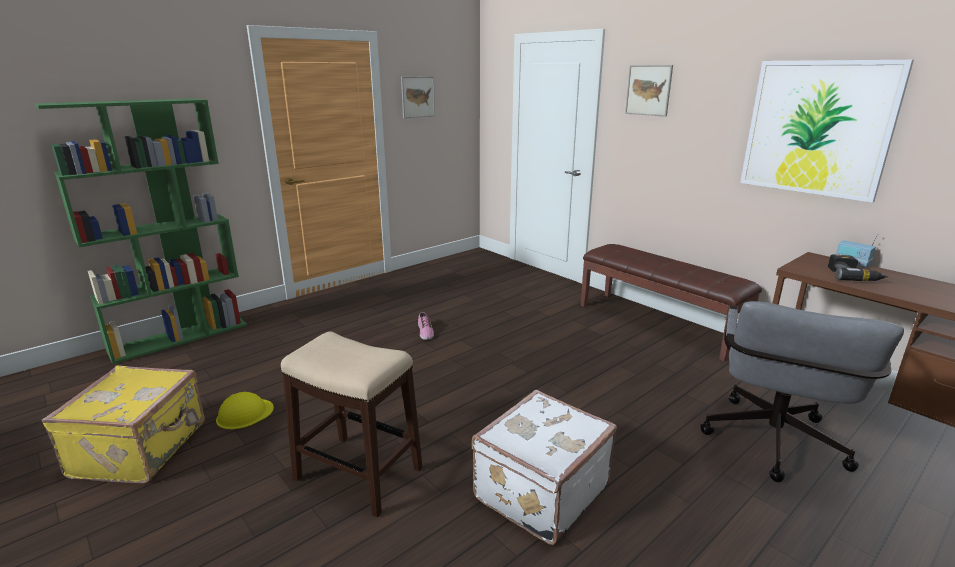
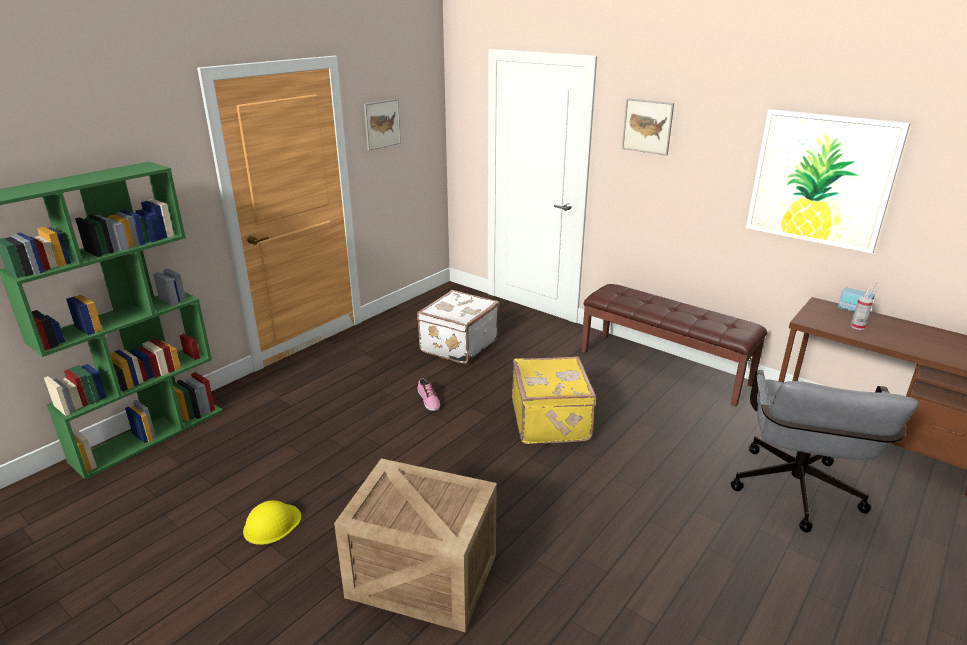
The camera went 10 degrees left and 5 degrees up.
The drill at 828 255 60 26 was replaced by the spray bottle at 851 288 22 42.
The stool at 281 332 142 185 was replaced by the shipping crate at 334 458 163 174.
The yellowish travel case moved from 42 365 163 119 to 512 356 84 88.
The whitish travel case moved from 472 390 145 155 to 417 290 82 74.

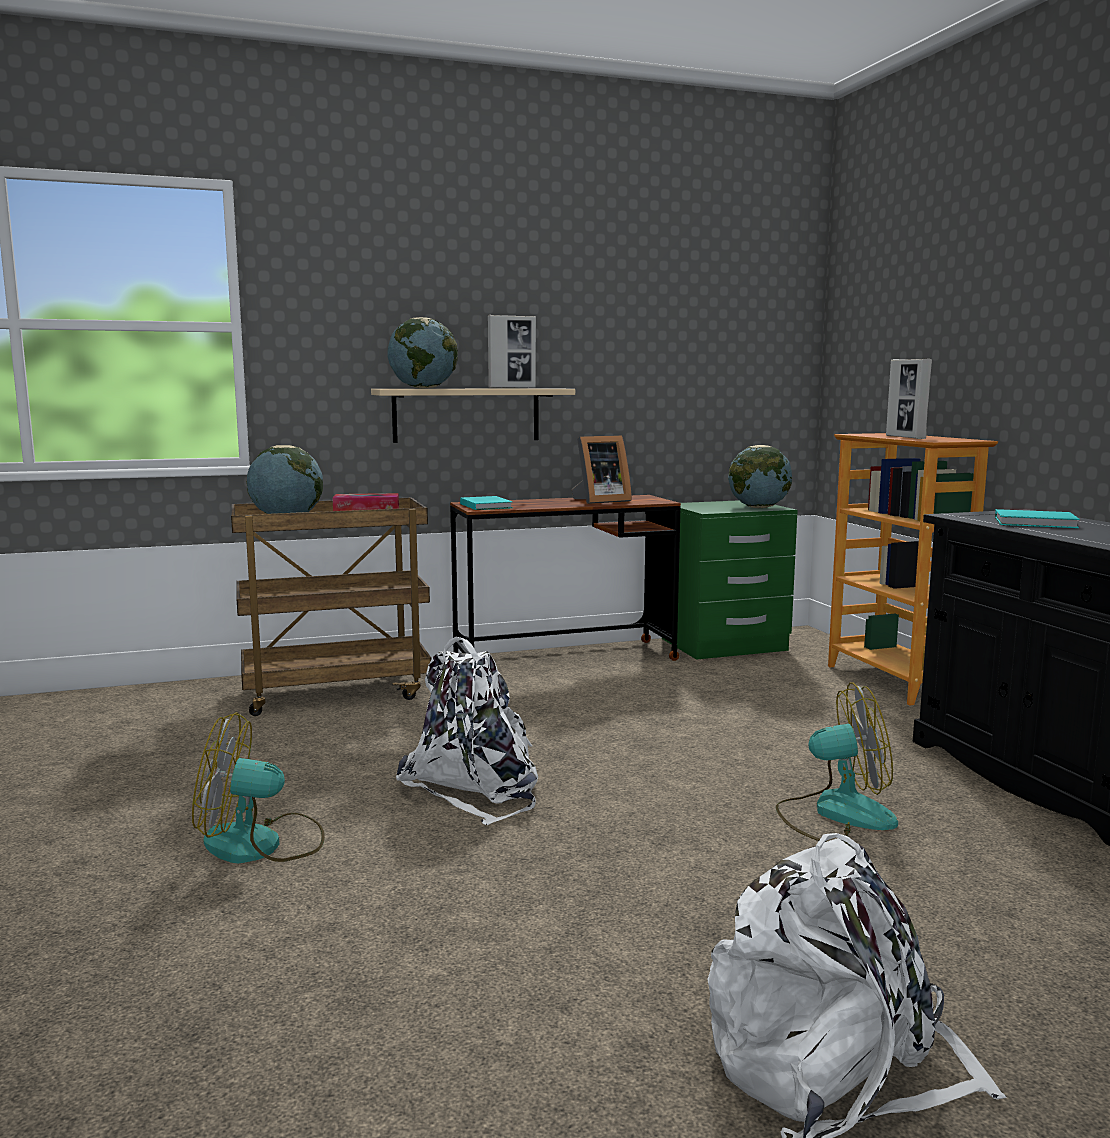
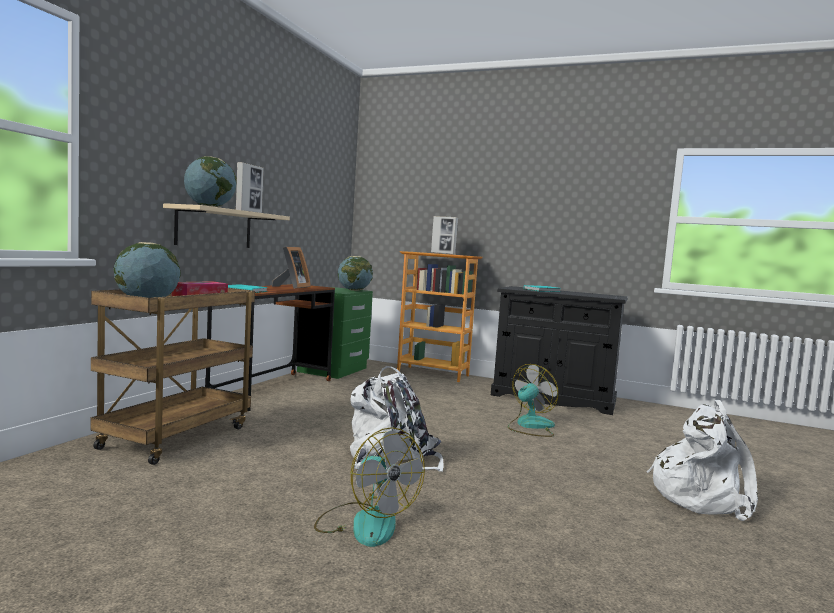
The camera went 50 degrees left and 5 degrees down.
The fan at 192 712 133 151 turned 75 degrees counterclockwise.

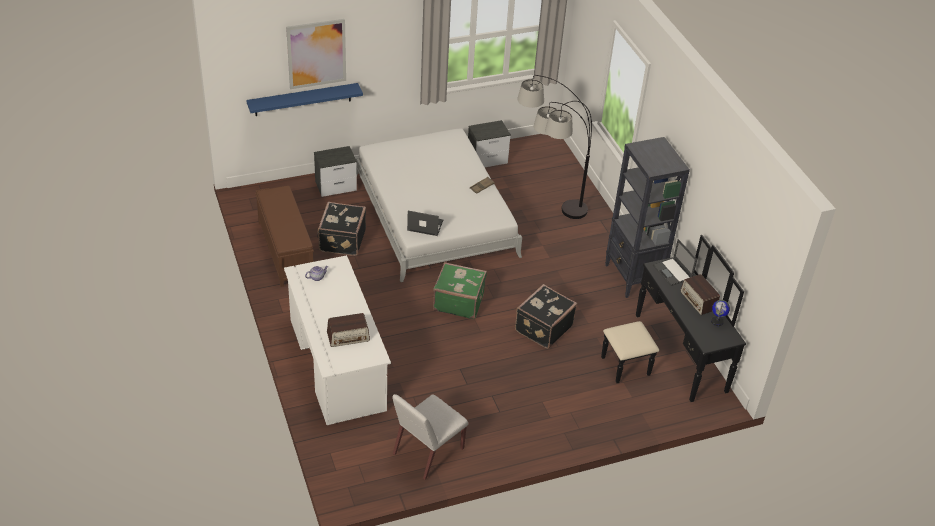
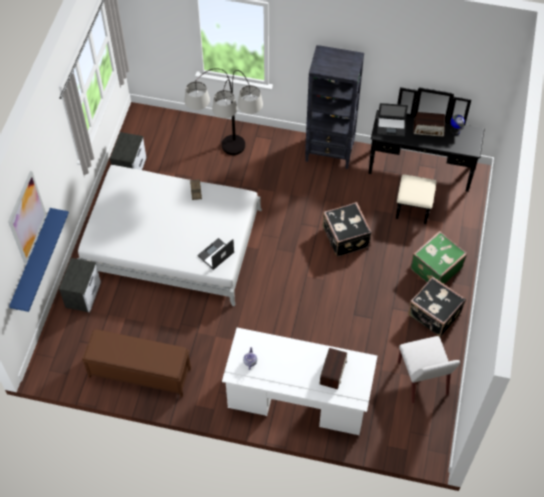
The camera went 55 degrees left and 15 degrees up.
The blackish travel case moved from 317 202 49 54 to 408 276 58 61.
The greenish travel case moved from 433 262 54 57 to 410 231 57 53.

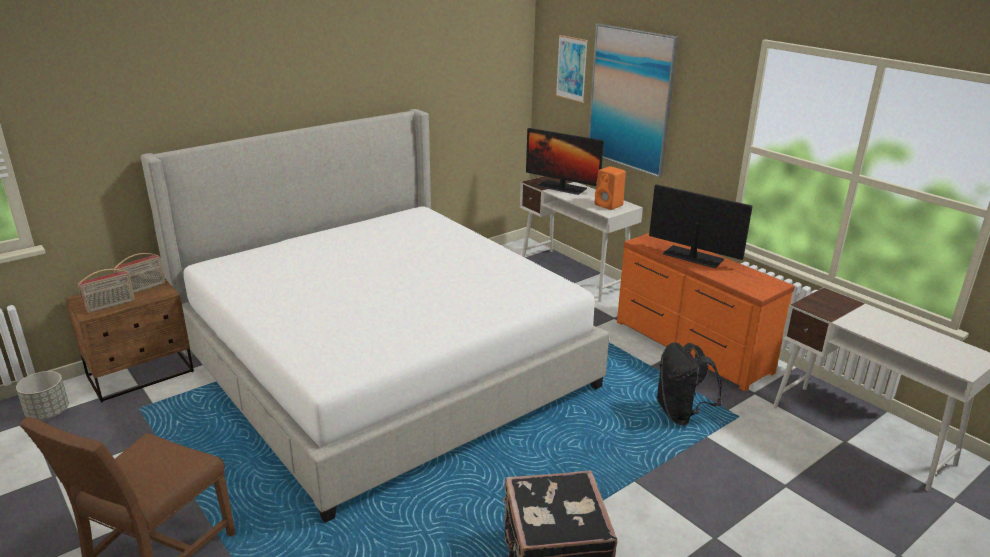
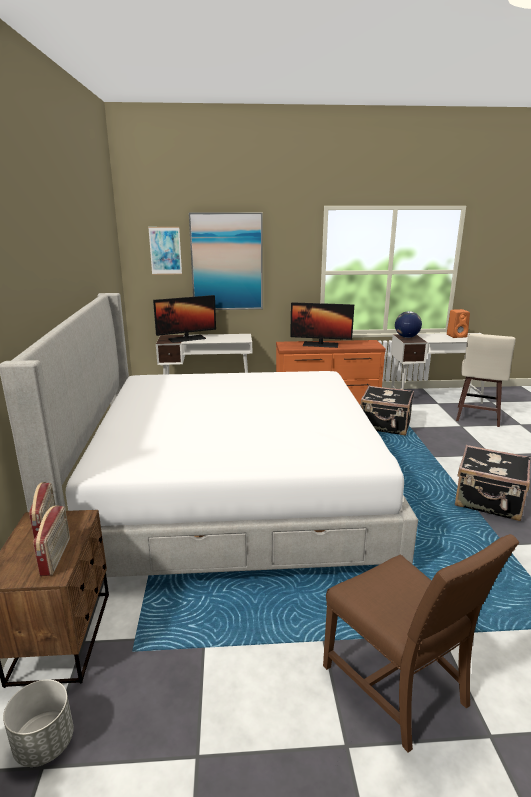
The camera went 55 degrees left and 5 degrees down.
The orangey audio speaker moved from 595 166 31 44 to 447 309 23 29.
The computer display at 649 184 104 84 turned 150 degrees counterclockwise.
The blackish backpack at 656 342 66 84 was replaced by the blackish travel case at 360 385 54 51.
The globe at 395 311 27 27 appeared.
The beige-coloured stool at 456 333 60 94 appeared.

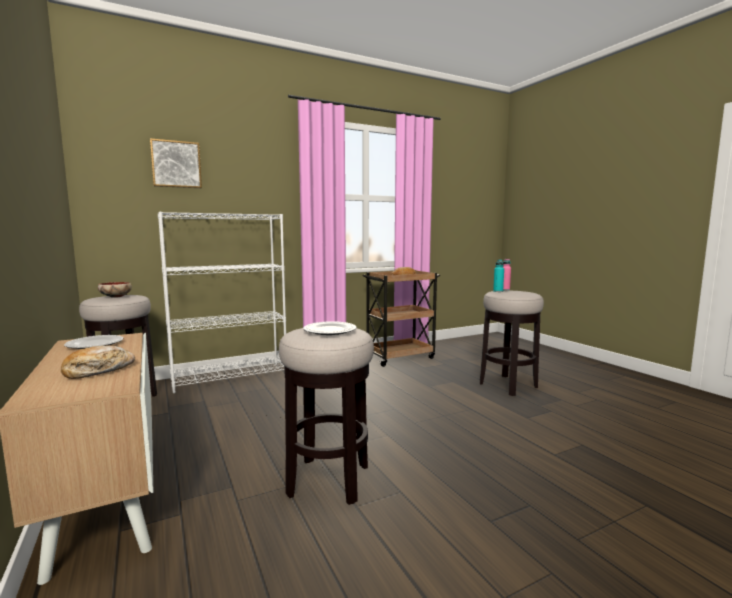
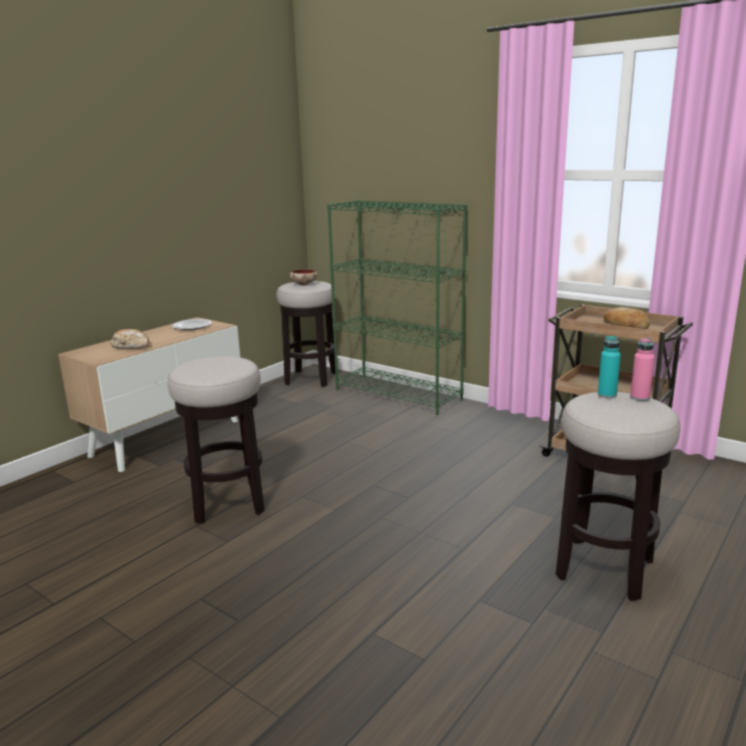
The camera went 65 degrees right and 10 degrees up.
The wall art at 150 138 52 50 disappeared.
The whitish bookshelf at 158 212 128 181 became the greenish bookshelf at 327 200 140 215.
The plate at 303 321 54 14 disappeared.

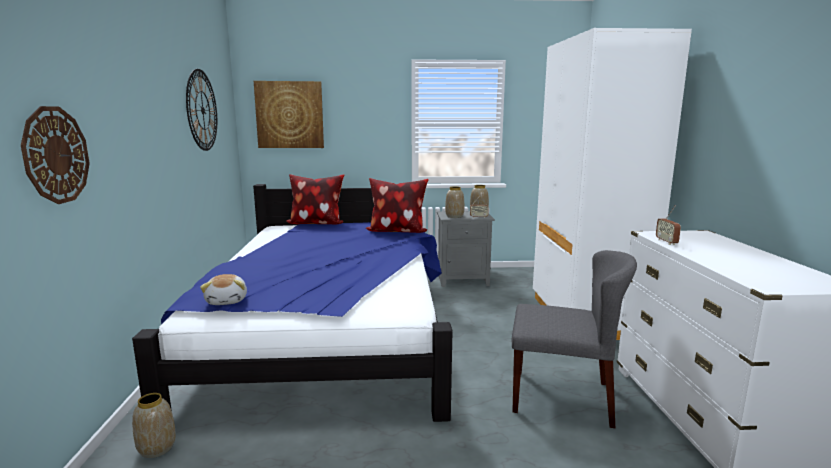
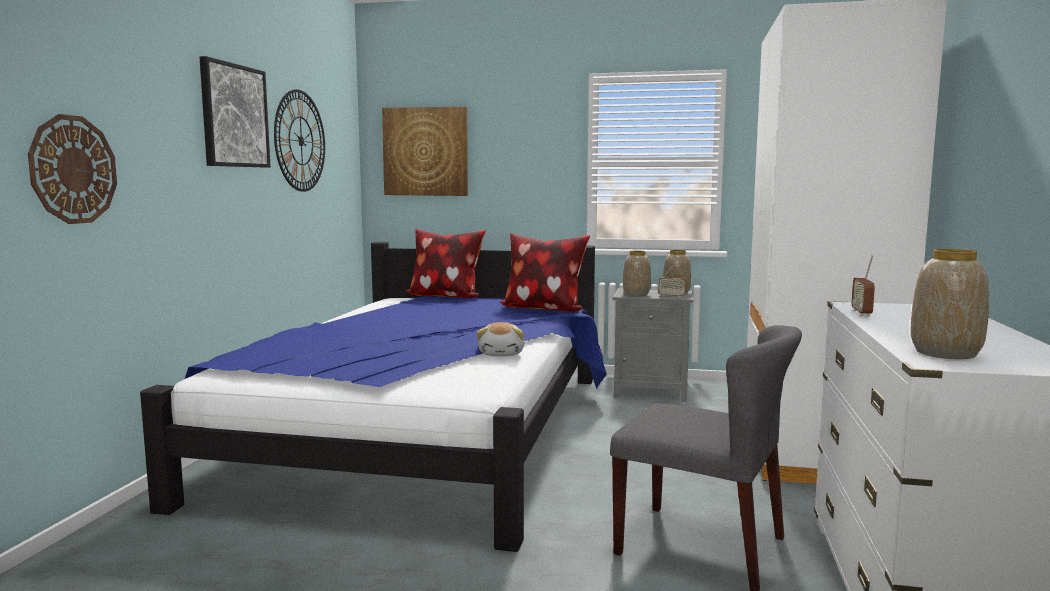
The camera went 15 degrees right and 5 degrees down.
The plush toy moved from 200 274 47 31 to 477 322 47 34.
The decorative vase moved from 132 393 44 65 to 911 249 78 110.
The wall art at 200 56 71 112 appeared.

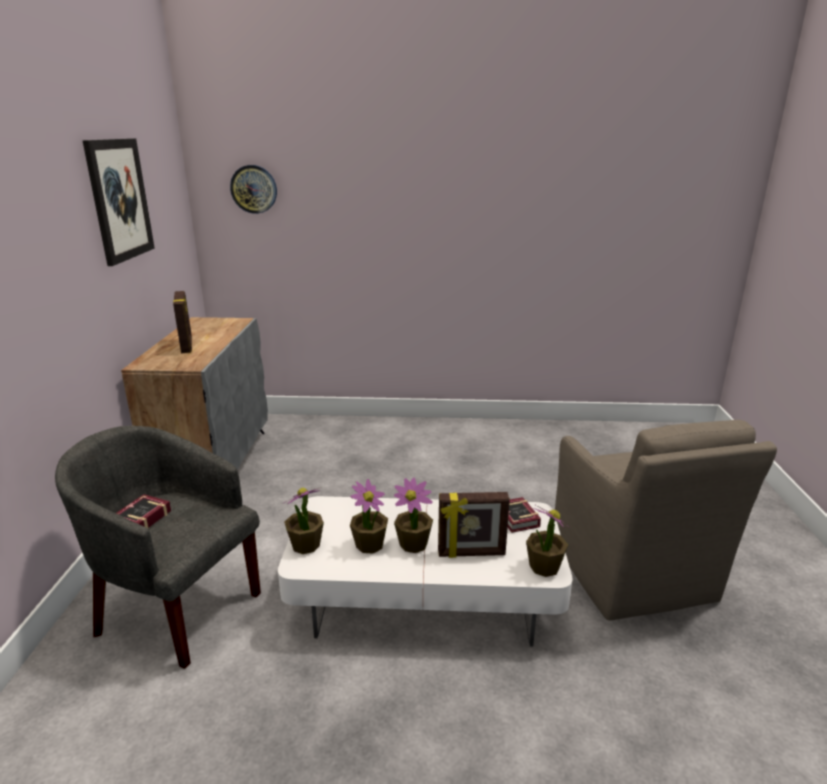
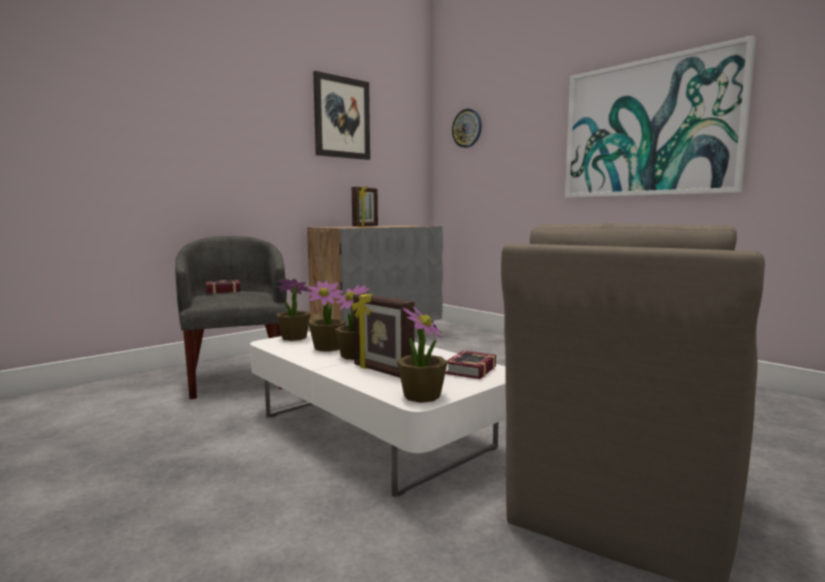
The camera went 45 degrees right and 15 degrees down.
The wall art at 565 35 191 162 appeared.

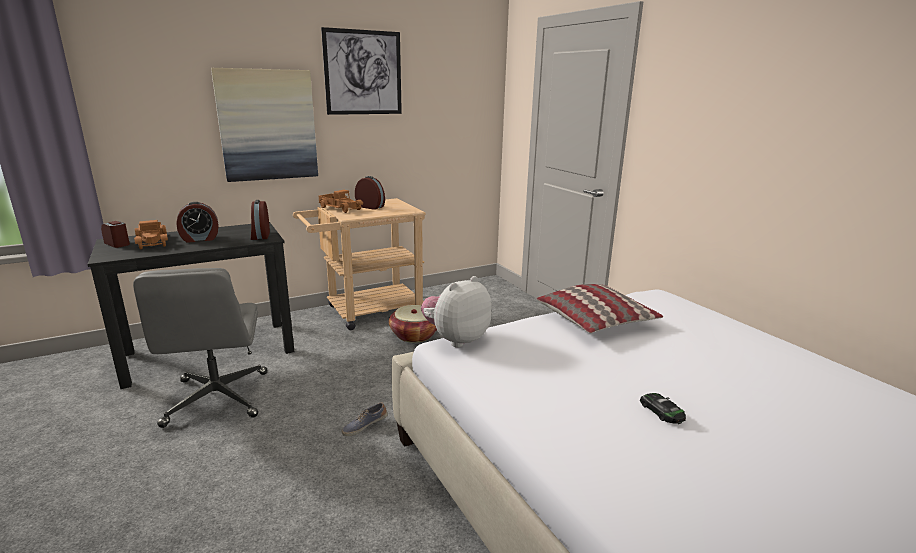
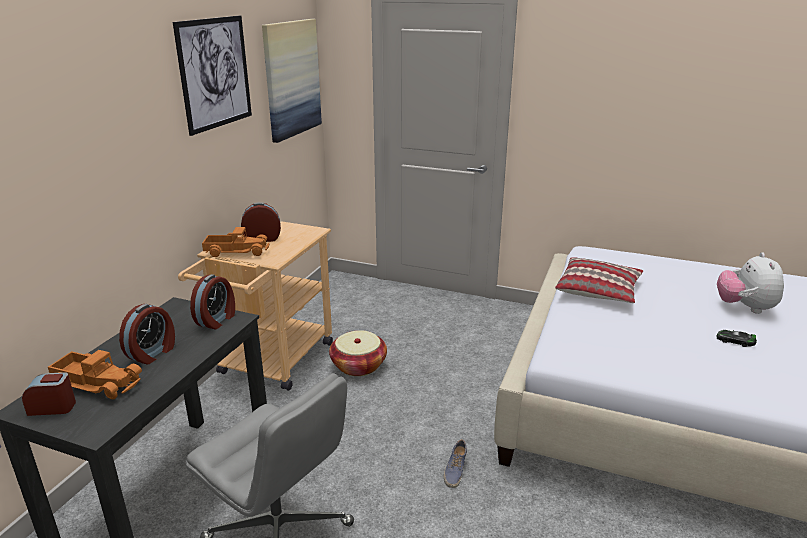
The camera went 40 degrees left and 5 degrees up.
The wall art moved from 211 68 107 114 to 262 19 60 124.
The bedside clock at 250 200 20 40 turned 105 degrees counterclockwise.
The plush toy moved from 421 276 71 72 to 717 252 67 62.

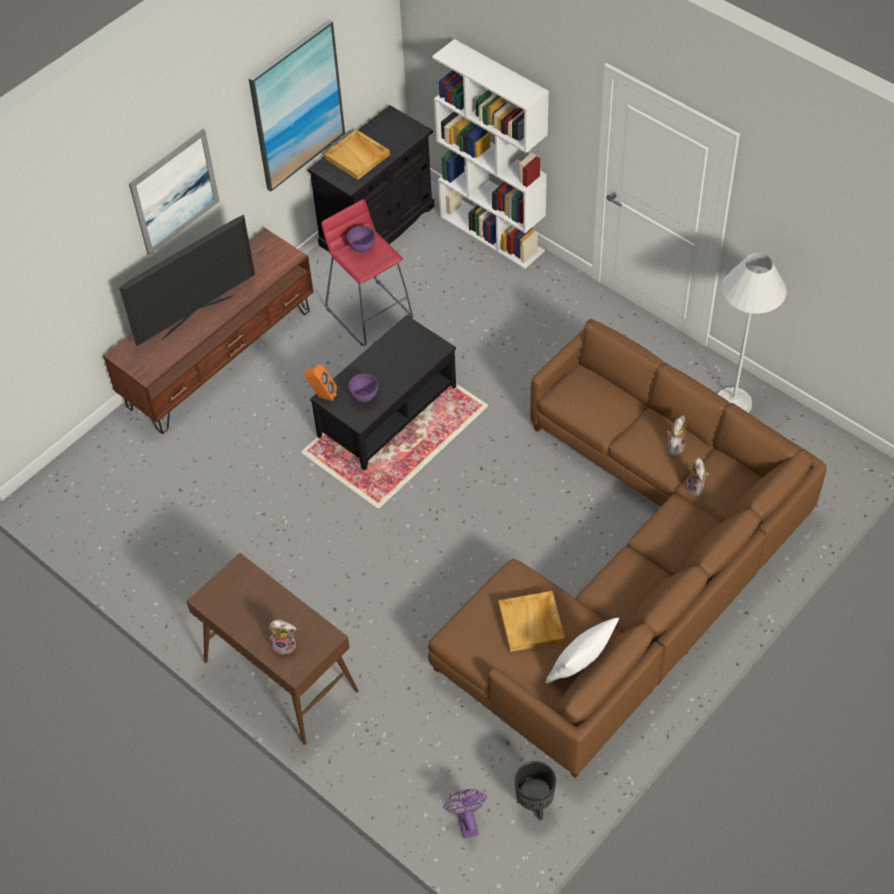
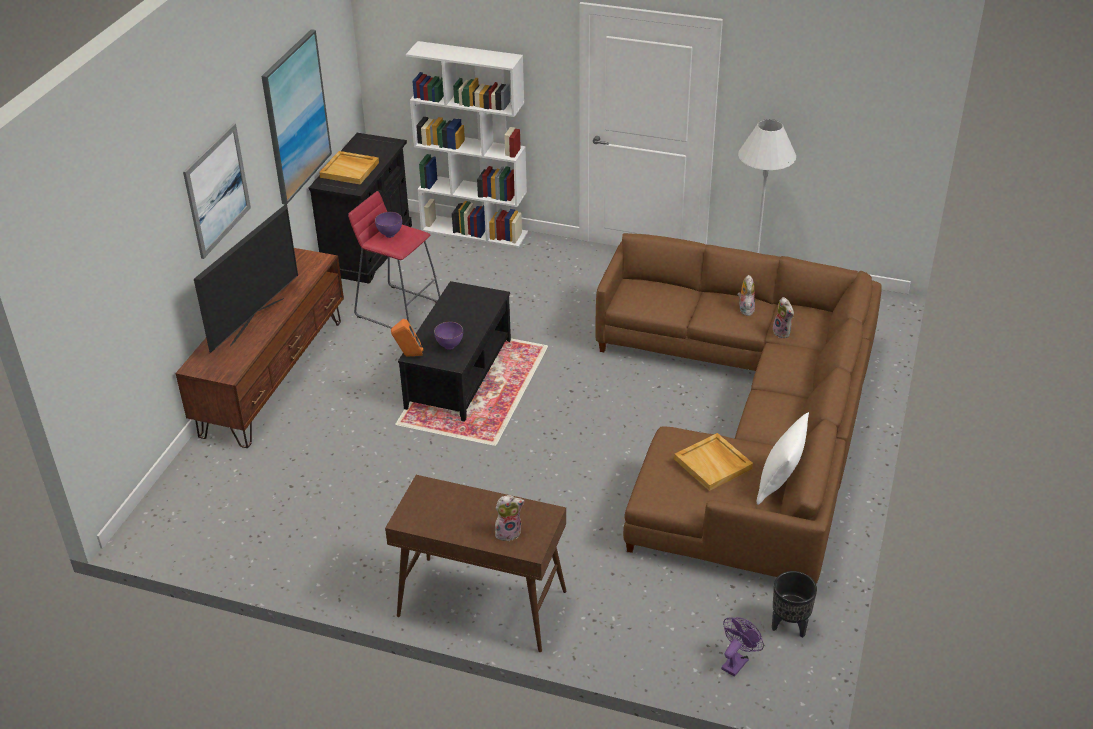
The camera went 25 degrees left and 15 degrees down.
The purplish fan at 443 789 44 49 turned 75 degrees clockwise.

